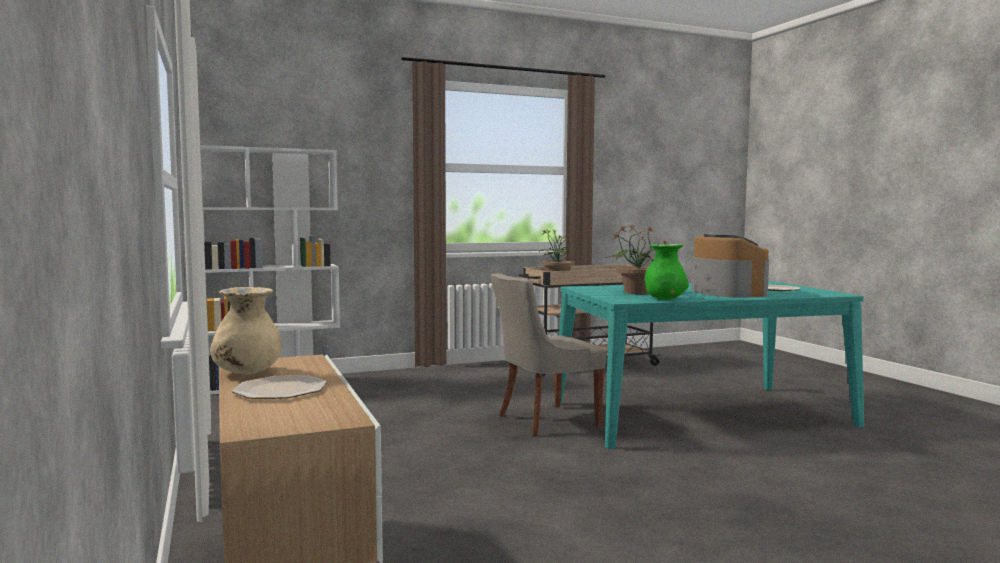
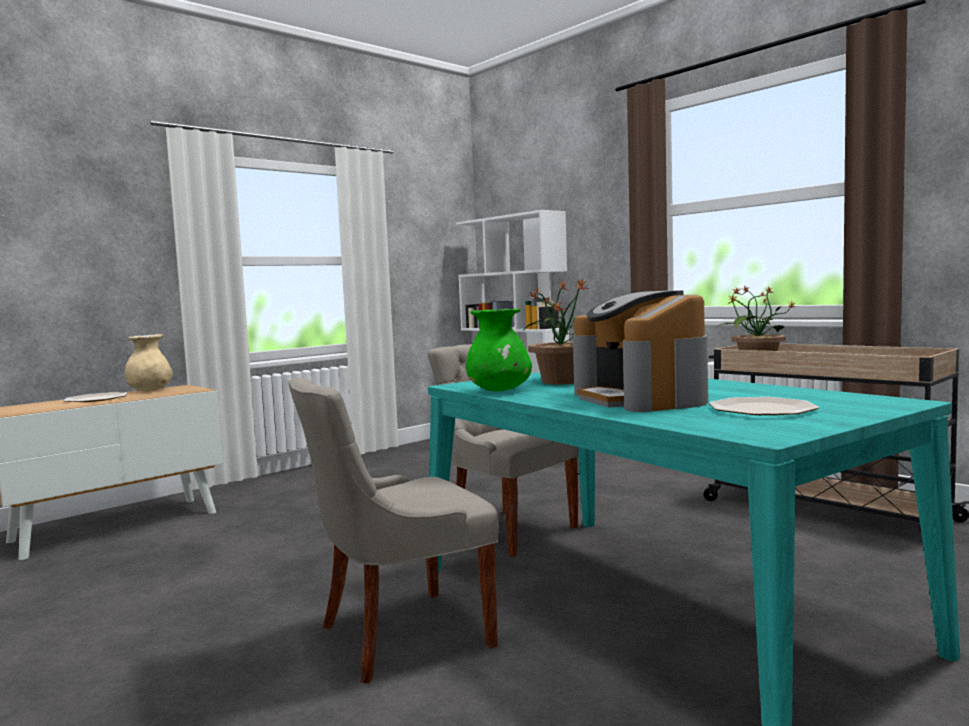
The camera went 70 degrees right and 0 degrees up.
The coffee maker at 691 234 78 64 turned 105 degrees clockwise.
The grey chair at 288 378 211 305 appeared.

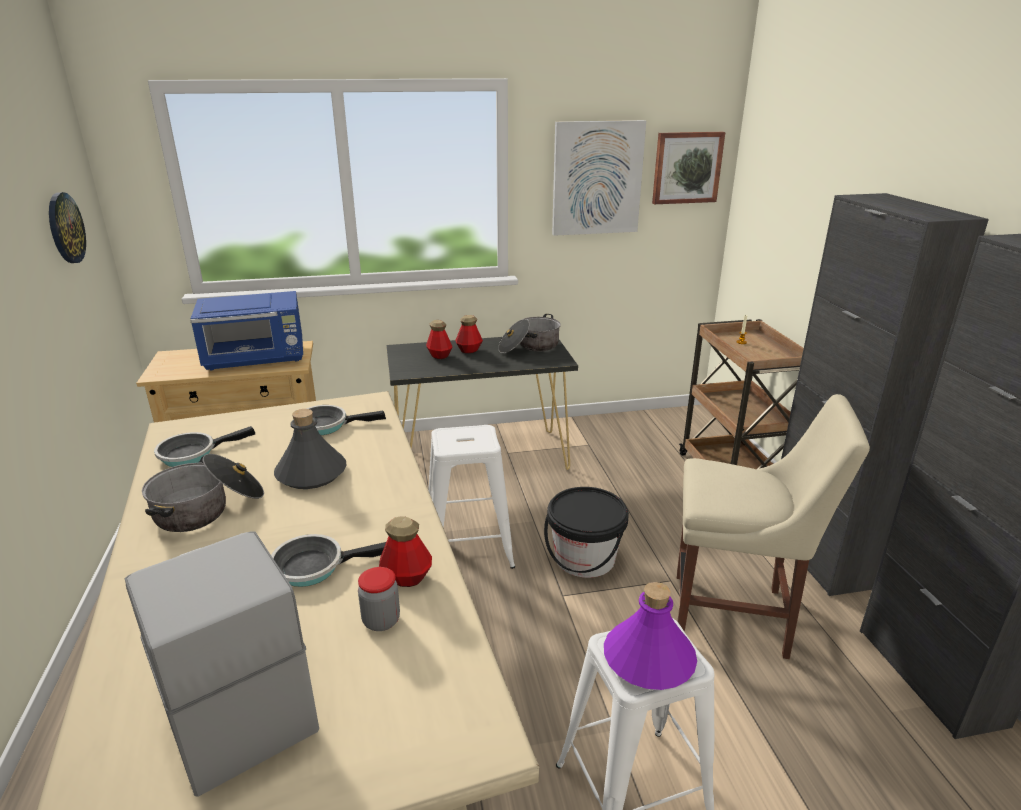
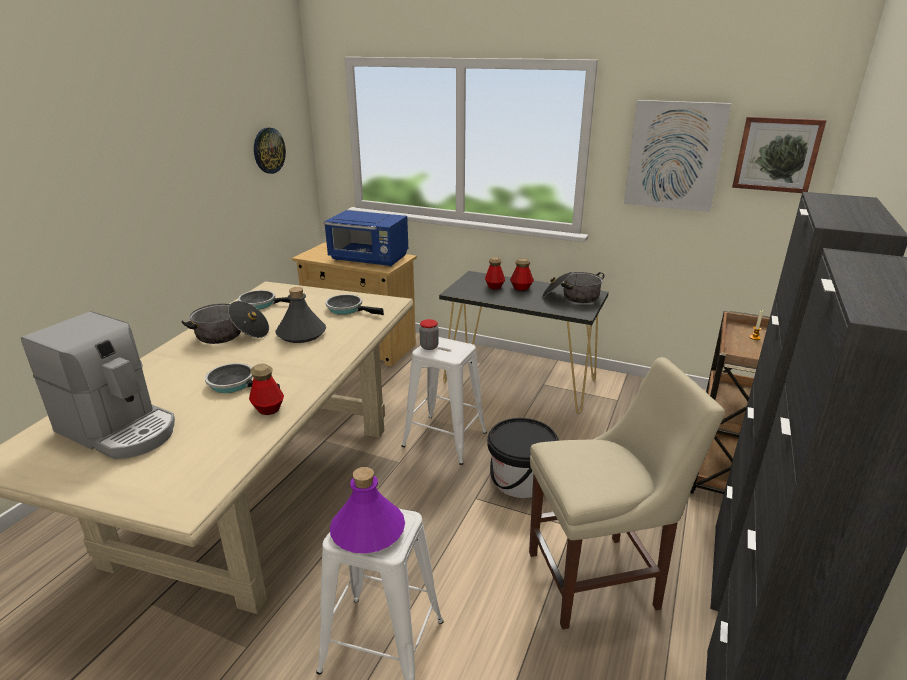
The camera went 35 degrees right and 0 degrees up.
The beige-coloured chair at 677 394 193 265 turned 60 degrees counterclockwise.
The coffee maker at 125 531 194 266 turned 120 degrees clockwise.
The storage jar moved from 358 567 42 64 to 420 319 19 31.

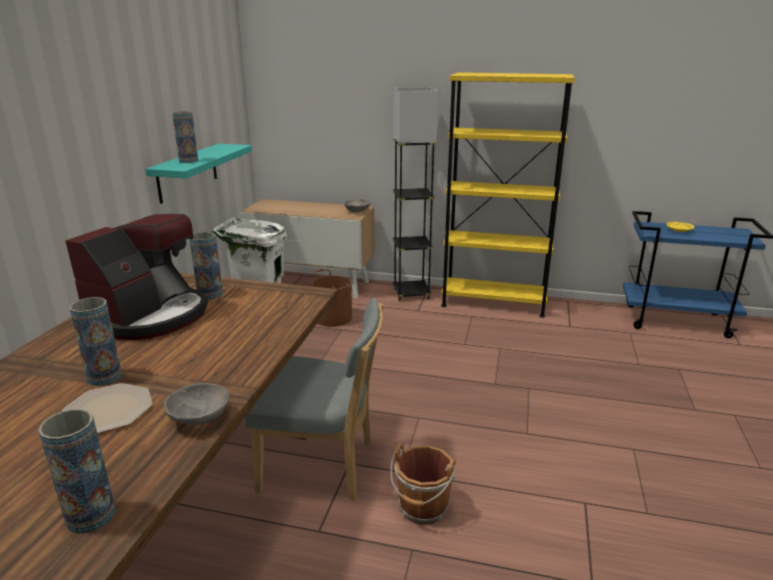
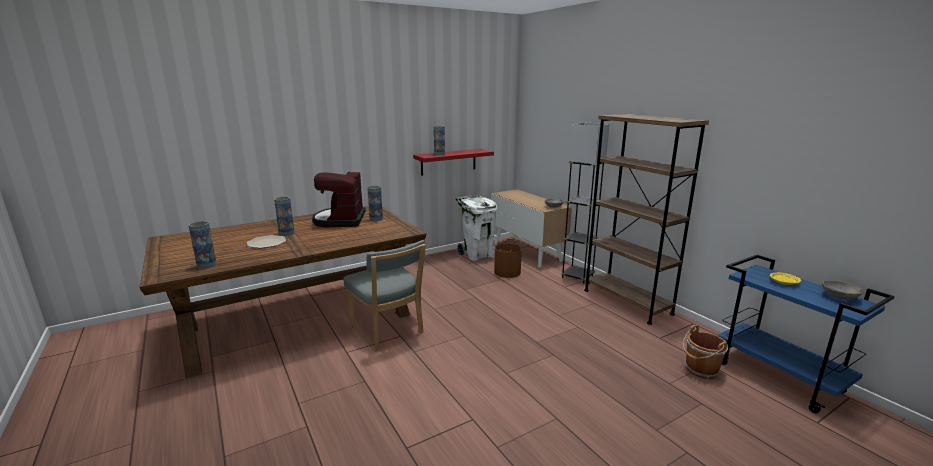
The camera went 45 degrees right and 5 degrees down.
The yellowish bookshelf at 441 72 134 246 became the brown bookshelf at 584 114 125 211.
The turquoise wall shelf at 146 144 106 60 became the reddish wall shelf at 413 149 81 27.
The coffee maker at 65 214 143 126 turned 105 degrees clockwise.
The grey bowl moved from 164 383 66 42 to 822 280 41 20.
The brown bucket moved from 390 443 66 81 to 683 325 45 54.

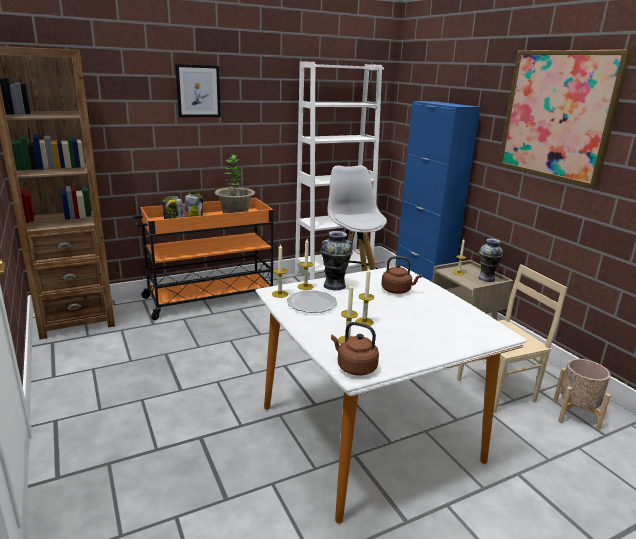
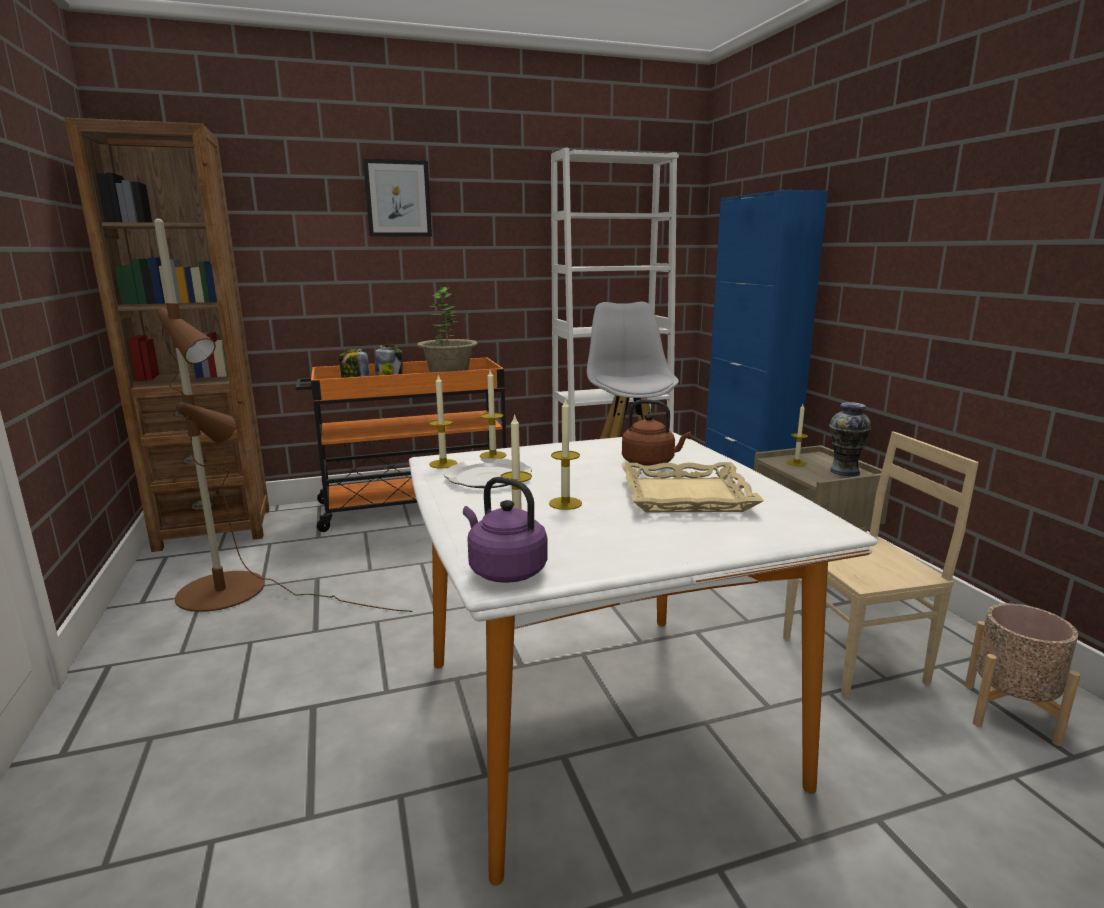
The camera went 10 degrees right and 5 degrees down.
The wall art at 498 50 134 139 disappeared.
The decorative vase at 320 231 33 59 disappeared.
The brown water kettle at 331 322 48 54 became the purplish water kettle at 463 477 85 106.
The brown floor lamp at 154 218 259 394 appeared.
The beige-coloured serving tray at 621 462 143 50 appeared.

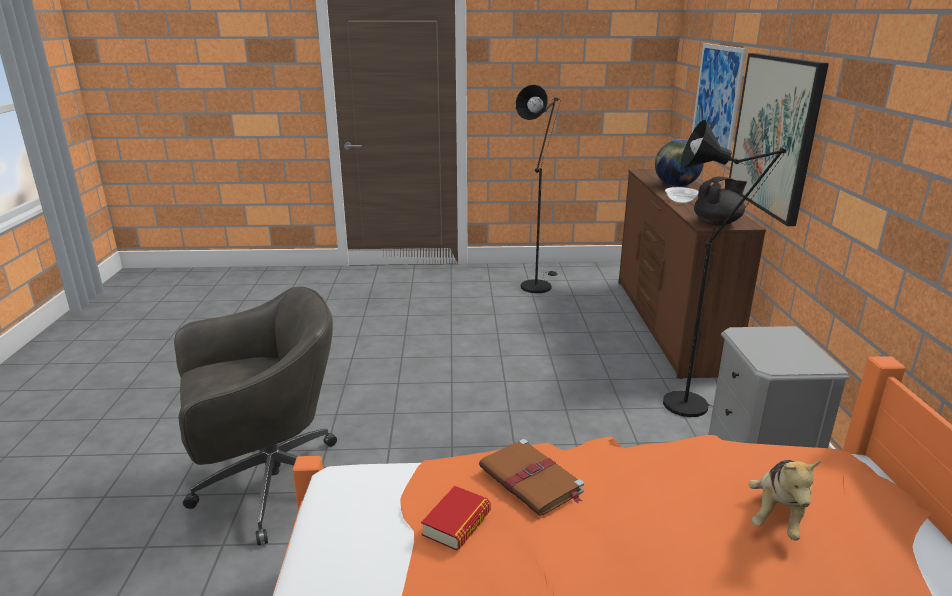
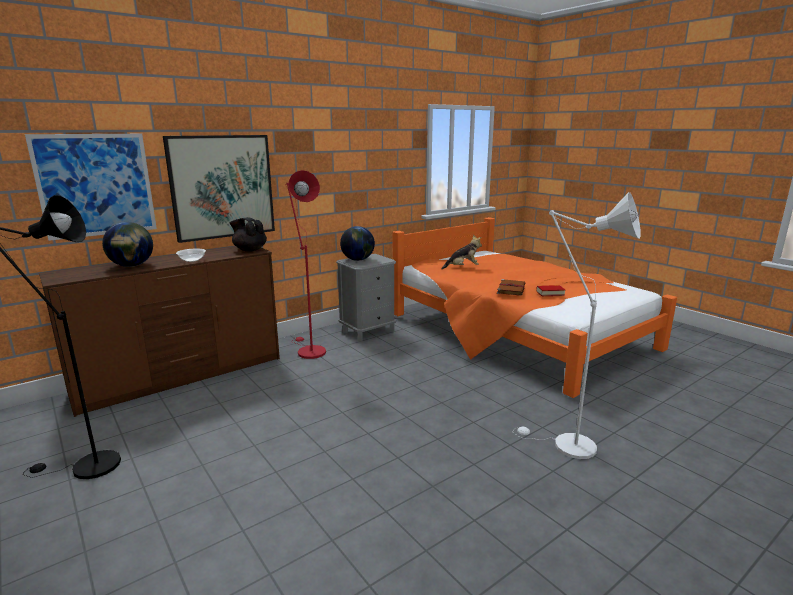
The camera went 125 degrees left and 5 degrees down.
The blackish floor lamp at 663 120 123 297 became the reddish floor lamp at 286 170 40 189.
The grey computer chair at 174 287 163 259 was replaced by the whitish floor lamp at 512 192 129 267.
The globe at 340 226 35 35 appeared.

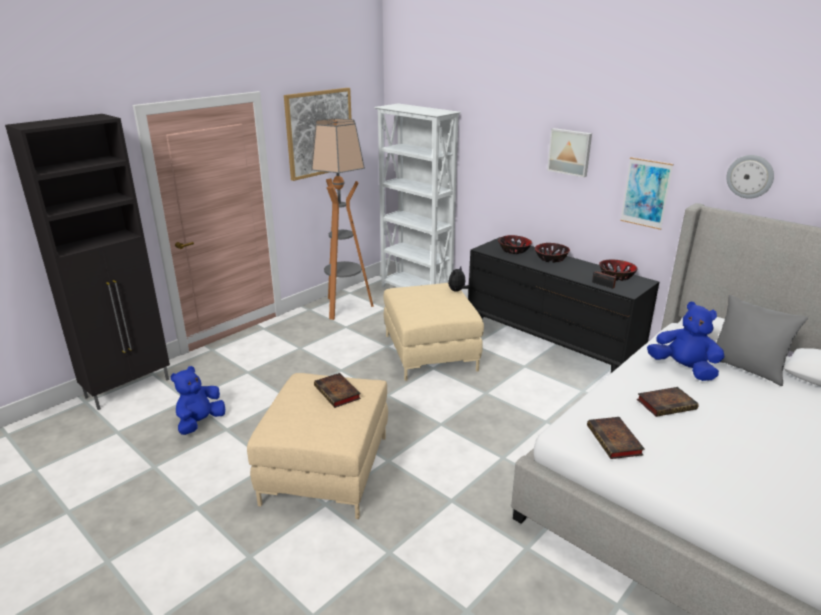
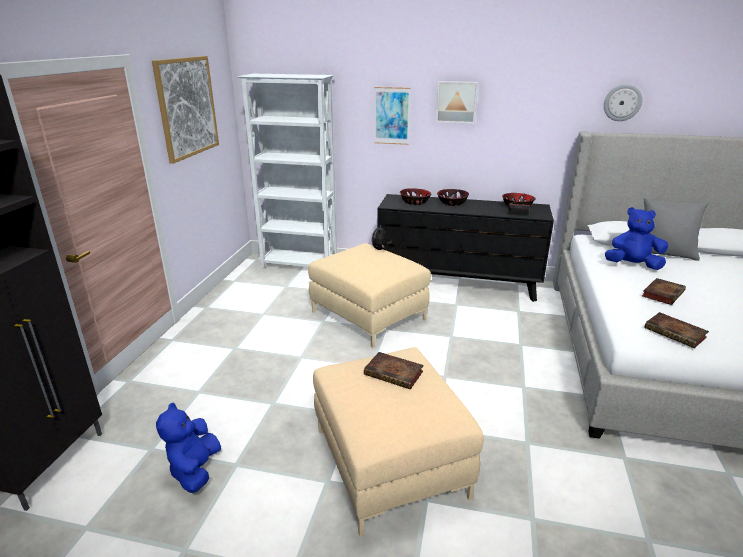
The camera went 30 degrees left and 0 degrees up.
The floor lamp at 311 118 63 202 disappeared.
The wall art moved from 620 157 54 73 to 374 87 37 58.

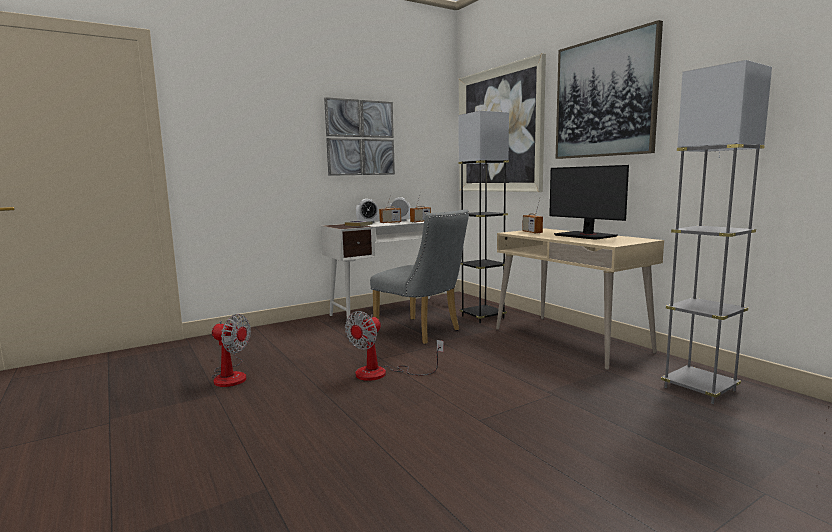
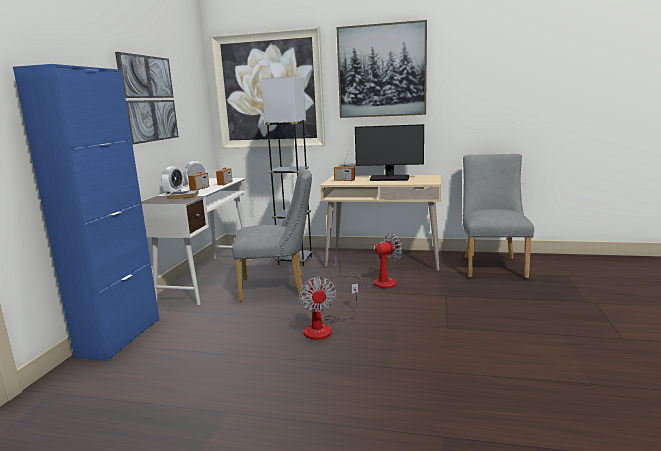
The camera went 45 degrees left and 5 degrees up.
The grey floor lamp at 661 60 111 344 was replaced by the grey chair at 463 154 71 125.
The fan moved from 211 314 40 73 to 334 233 69 55.
The blue-coloured storage cabinet at 13 64 146 297 appeared.

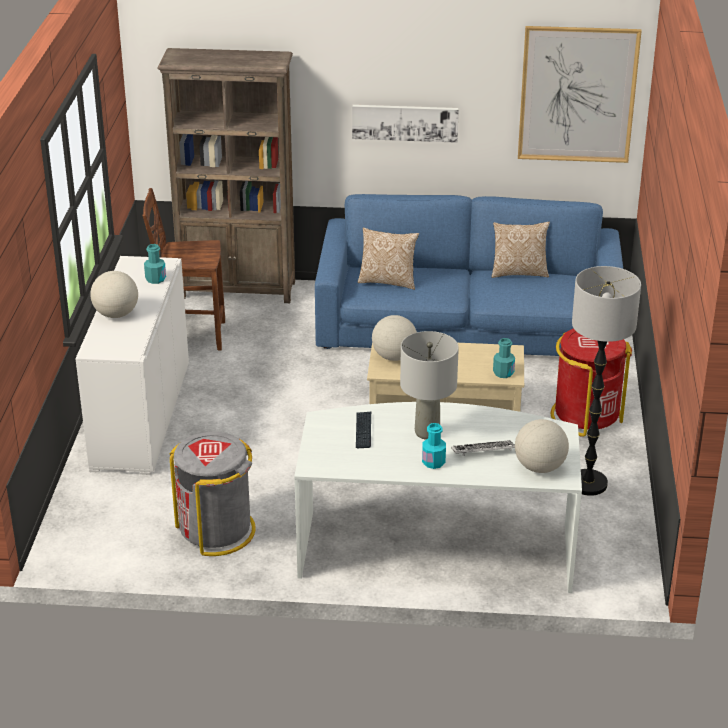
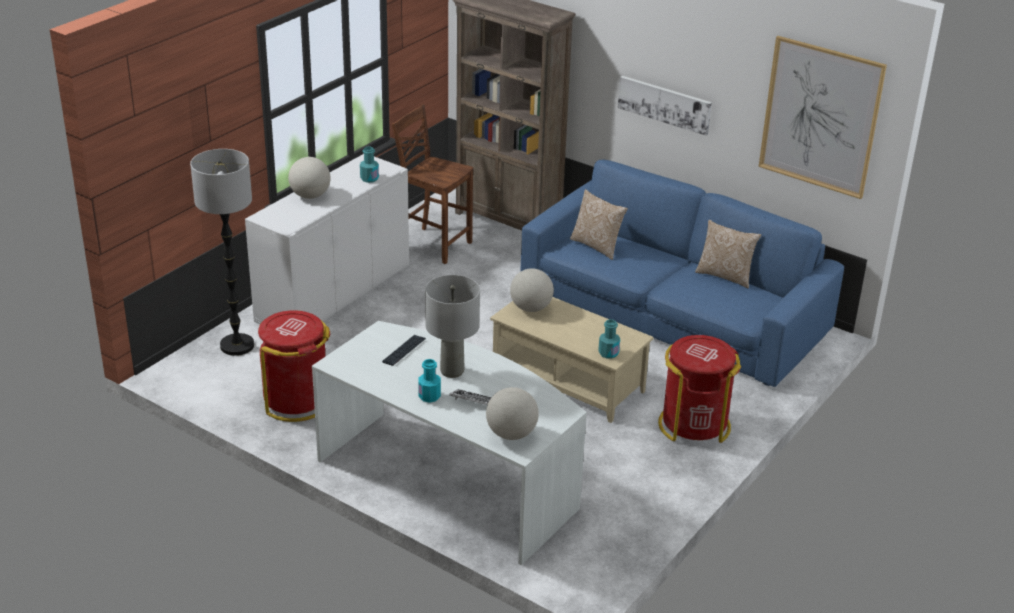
The camera went 30 degrees right and 0 degrees up.
The floor lamp moved from 572 266 69 230 to 190 149 64 207.
The grey rubbish bin at 169 432 87 124 became the reddish rubbish bin at 258 310 72 112.

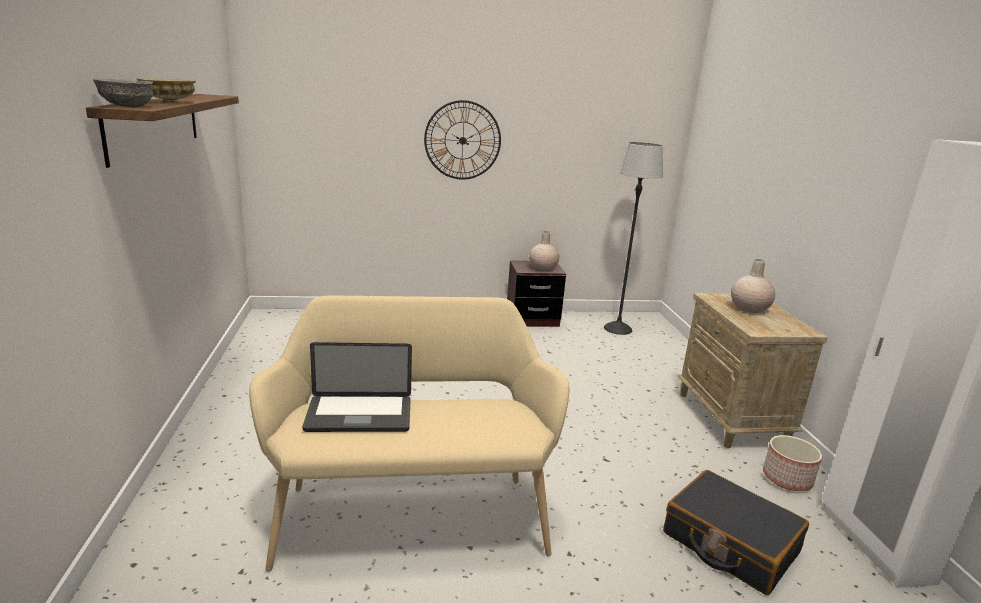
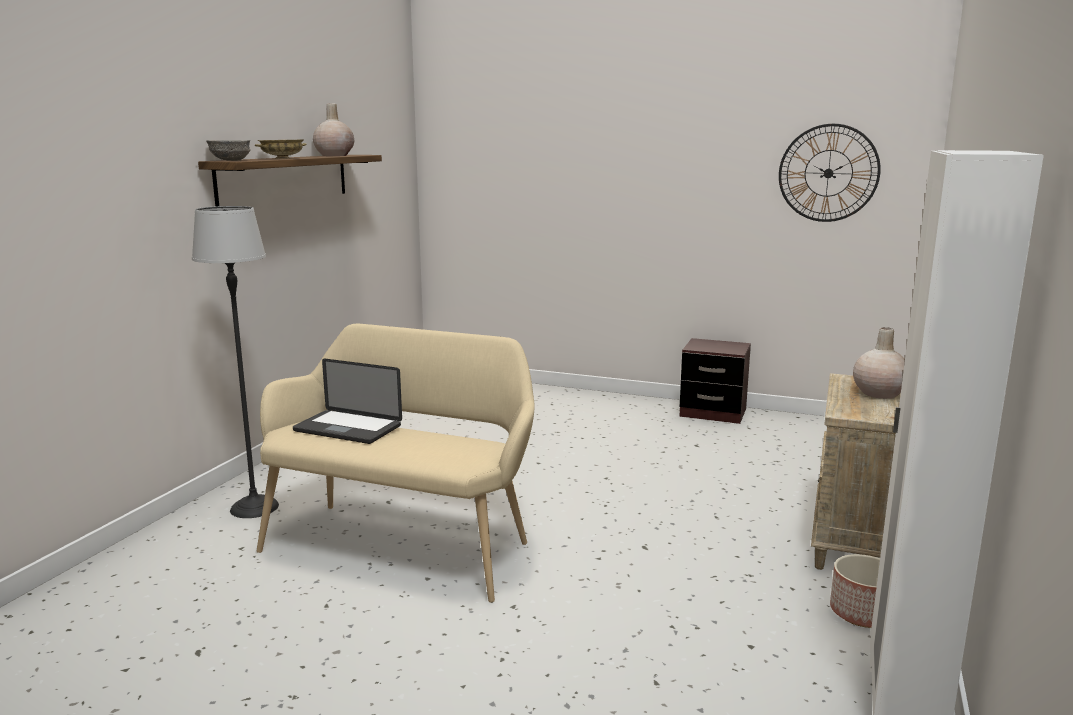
The camera went 30 degrees right and 5 degrees down.
The hanging clock moved from 424 100 77 80 to 779 124 102 98.
The floor lamp moved from 604 142 59 193 to 192 206 87 312.
The beige-coloured decorative vase moved from 529 231 30 40 to 313 104 41 52.
The blackish travel case at 663 470 146 125 disappeared.

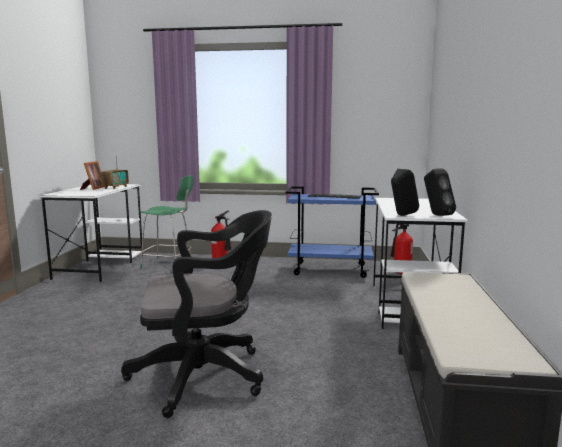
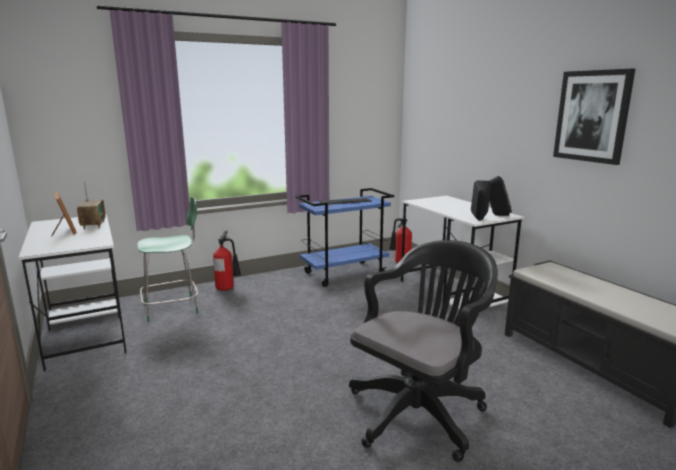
The camera went 35 degrees left and 5 degrees up.
The wall art at 553 69 82 96 appeared.

